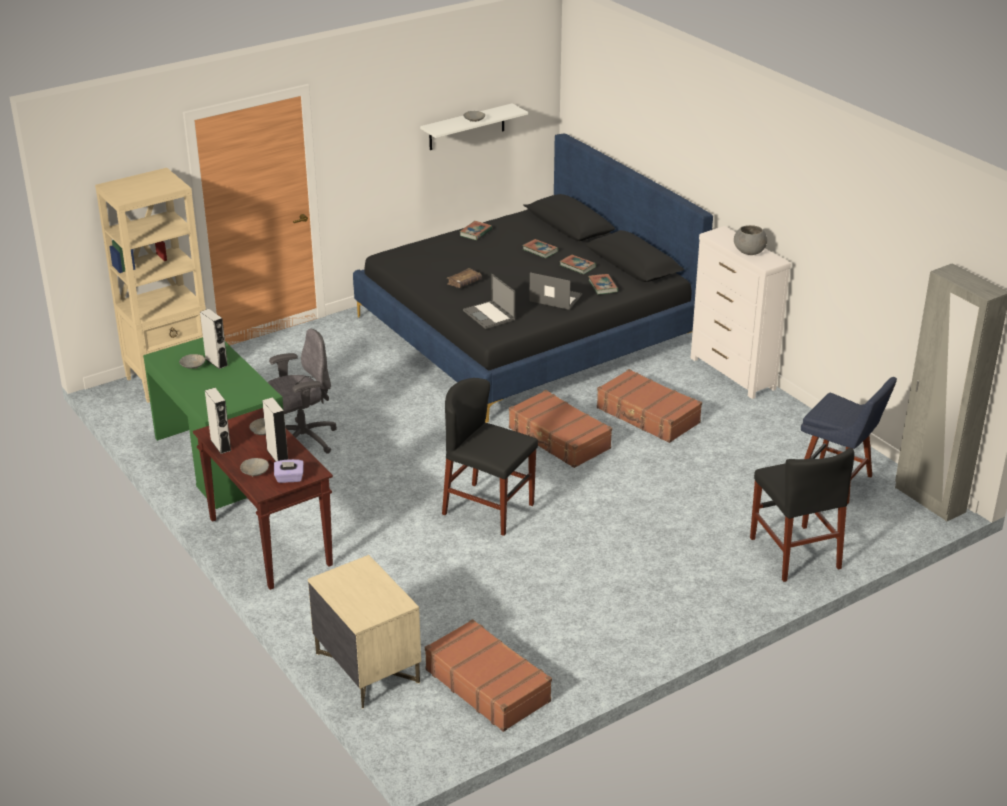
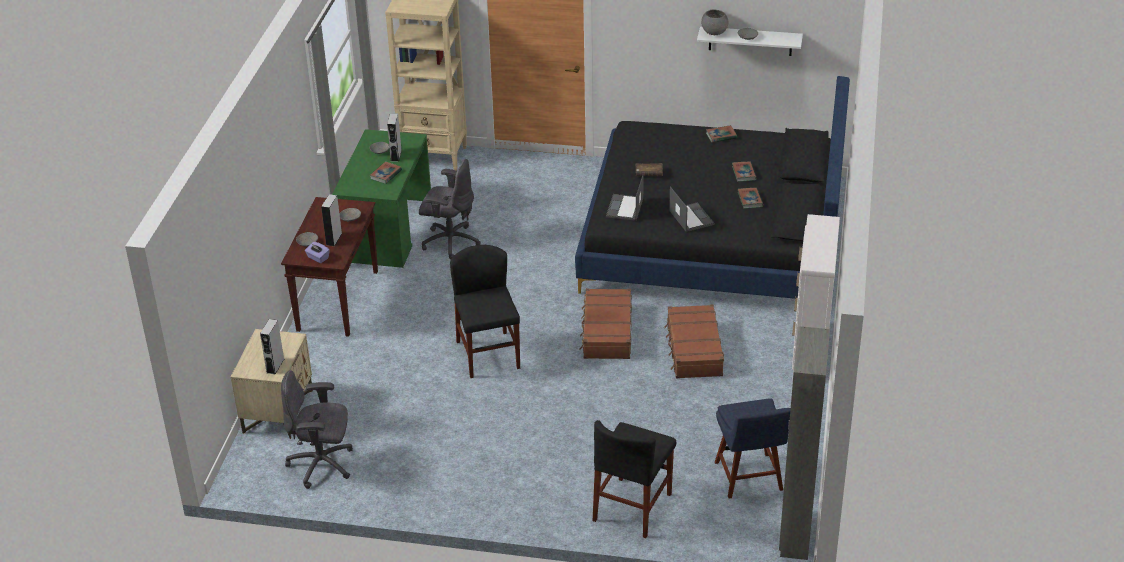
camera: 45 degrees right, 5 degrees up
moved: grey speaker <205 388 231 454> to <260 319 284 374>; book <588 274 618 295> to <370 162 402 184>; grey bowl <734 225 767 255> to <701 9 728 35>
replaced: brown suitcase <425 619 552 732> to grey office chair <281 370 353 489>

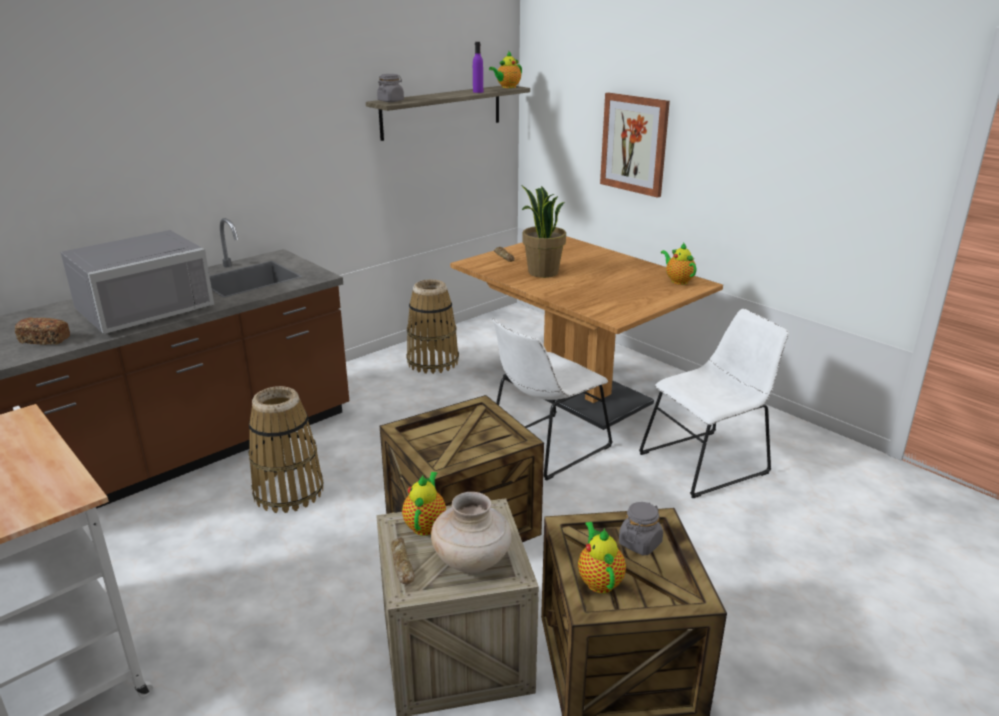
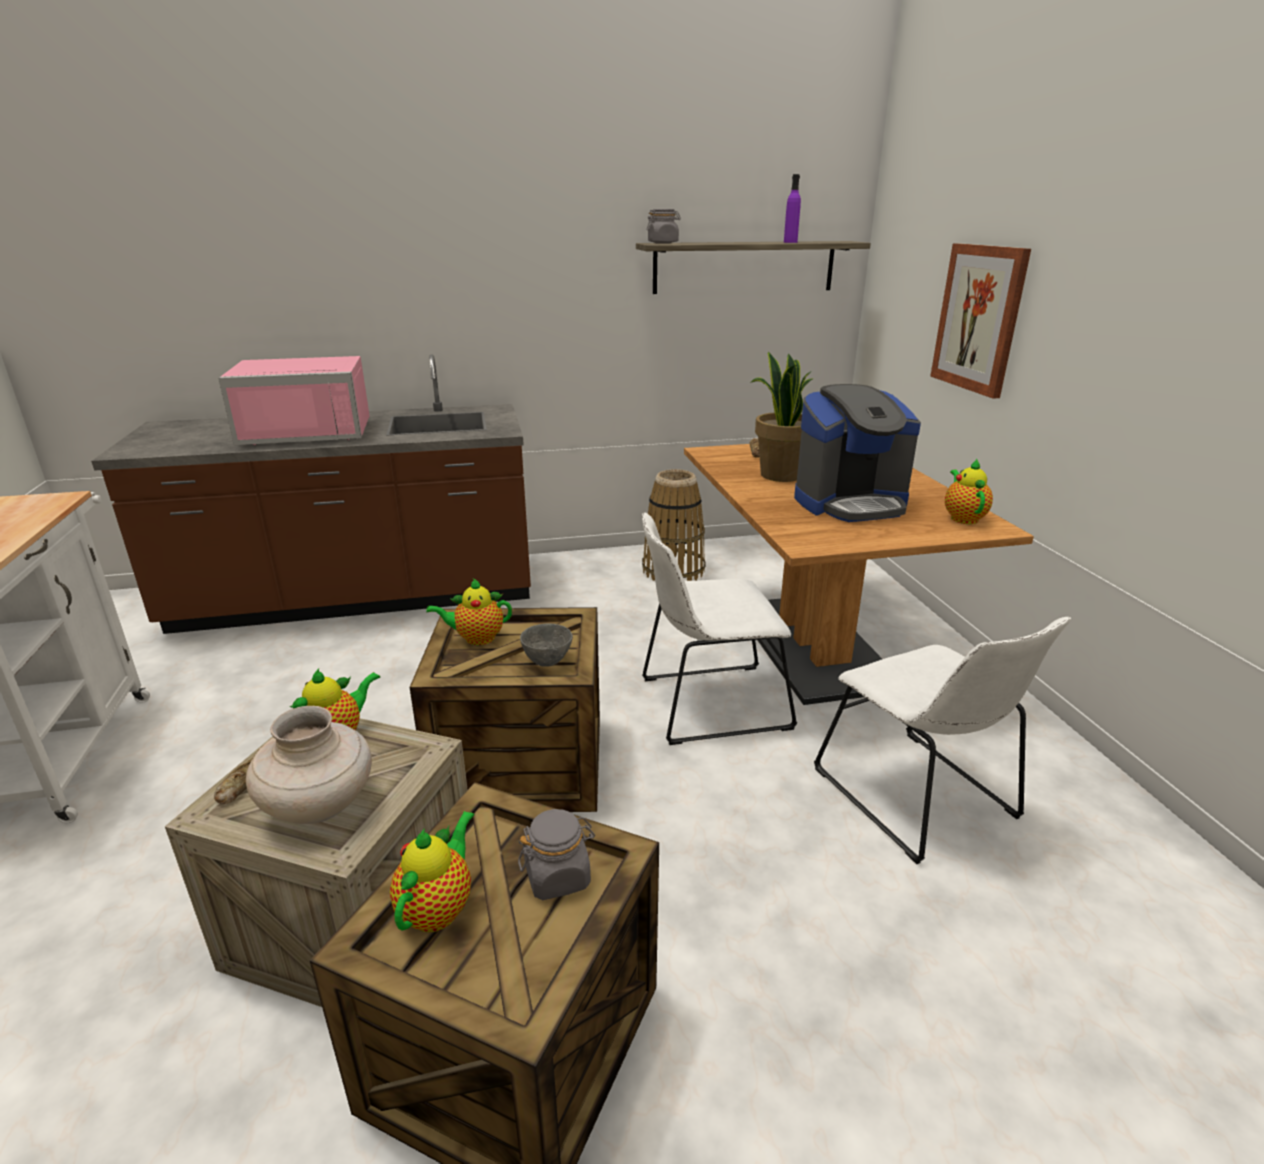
camera: 30 degrees right, 0 degrees up
removed: bread <15 318 70 345>; basket <248 386 324 513>
added: grey bowl <520 623 573 667>; coffee machine <794 384 921 522>
moved: teapot <489 51 522 88> to <426 578 512 645>
recoloured: grey microwave <60 230 214 334> to pink microwave <218 356 370 445>
turned: white chair <639 309 789 498> = <814 617 1071 864> 60 degrees clockwise

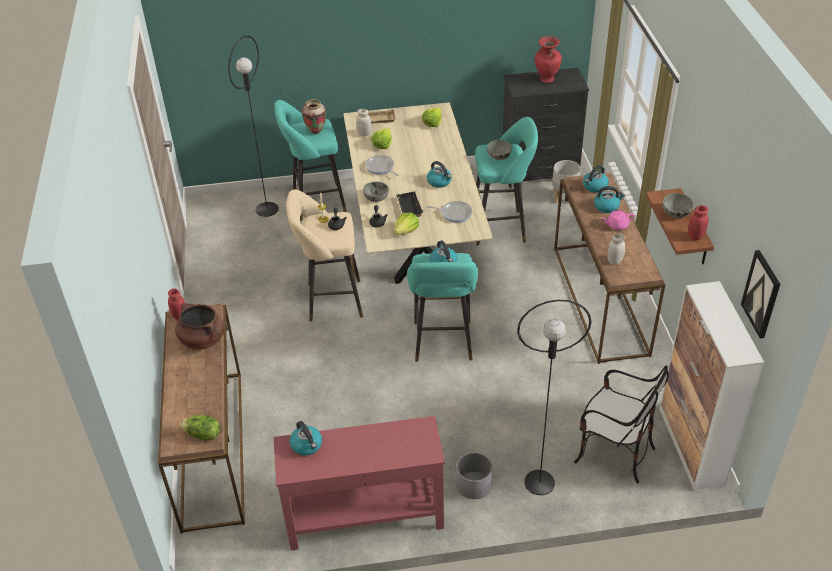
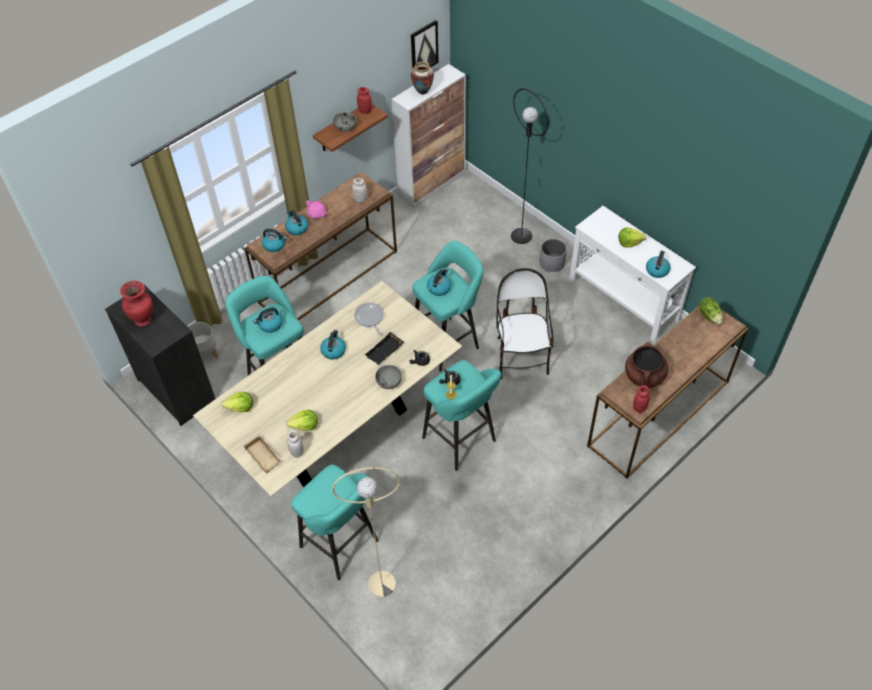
camera: 125 degrees left, 10 degrees up
removed: frying pan <365 155 399 176>
moved: vase <302 99 326 134> to <411 62 434 95>; lettuce <394 213 419 235> to <619 228 646 248>; chair <574 366 669 483> to <496 268 554 379>
replaced: grey bowl <487 140 512 160> to kettle <253 307 282 333>
recoloured: black floor lamp <228 35 279 217> to beige floor lamp <332 467 400 597>; red console table <273 416 445 550> to white console table <569 206 696 342>; beige stool <286 190 363 321> to turquoise stool <422 360 502 471>

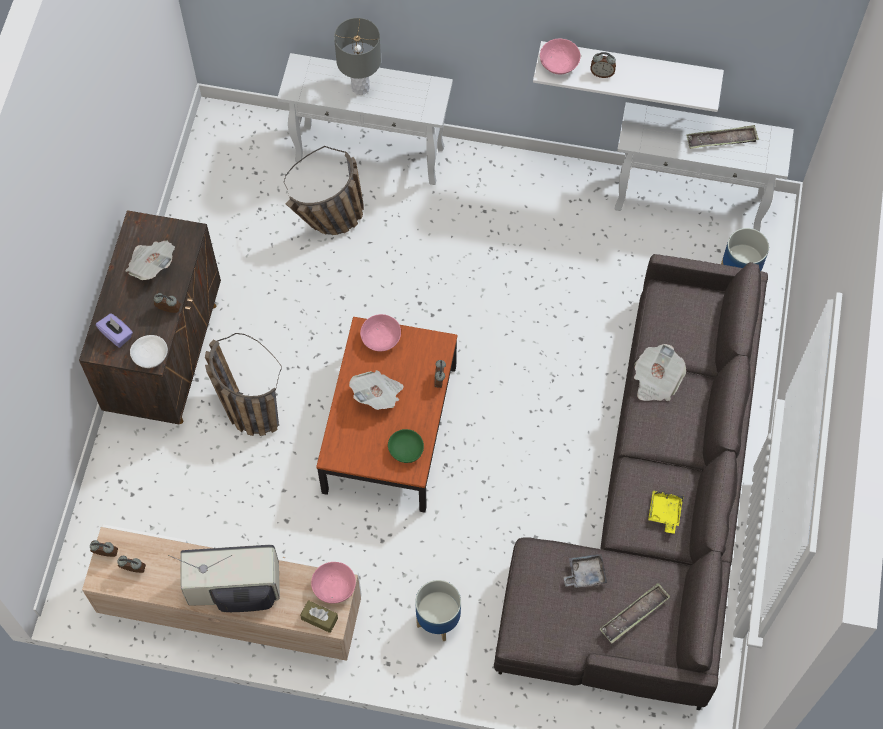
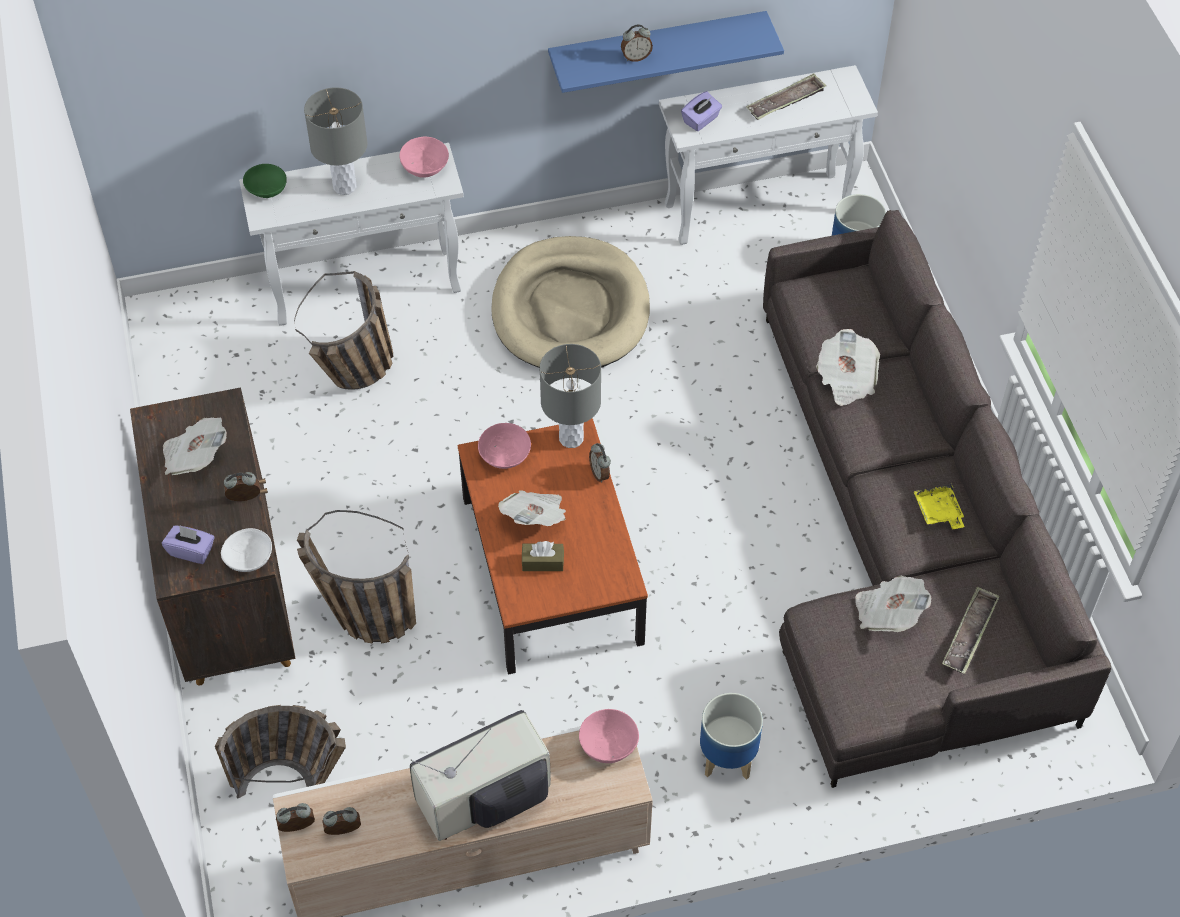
camera: 25 degrees left, 10 degrees down
added: basket <215 705 346 799>; beige dog bed <491 236 650 368>; grey table lamp <540 344 601 448>; purple tissue box <681 91 722 131>
moved: brown tissue box <300 600 338 633> to <522 541 564 571>; green bowl <388 429 424 463> to <243 164 287 198>; pink bowl <540 39 581 74> to <400 137 449 178>
replaced: grey tray <563 554 607 588> to newspaper <855 576 931 632>
recoloured: white shelf <533 41 724 112> to blue shelf <548 11 784 93>

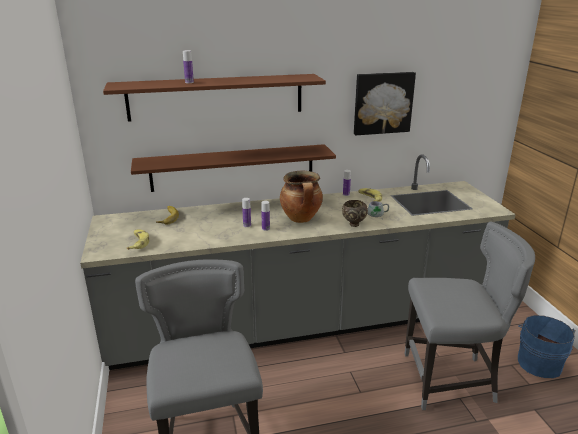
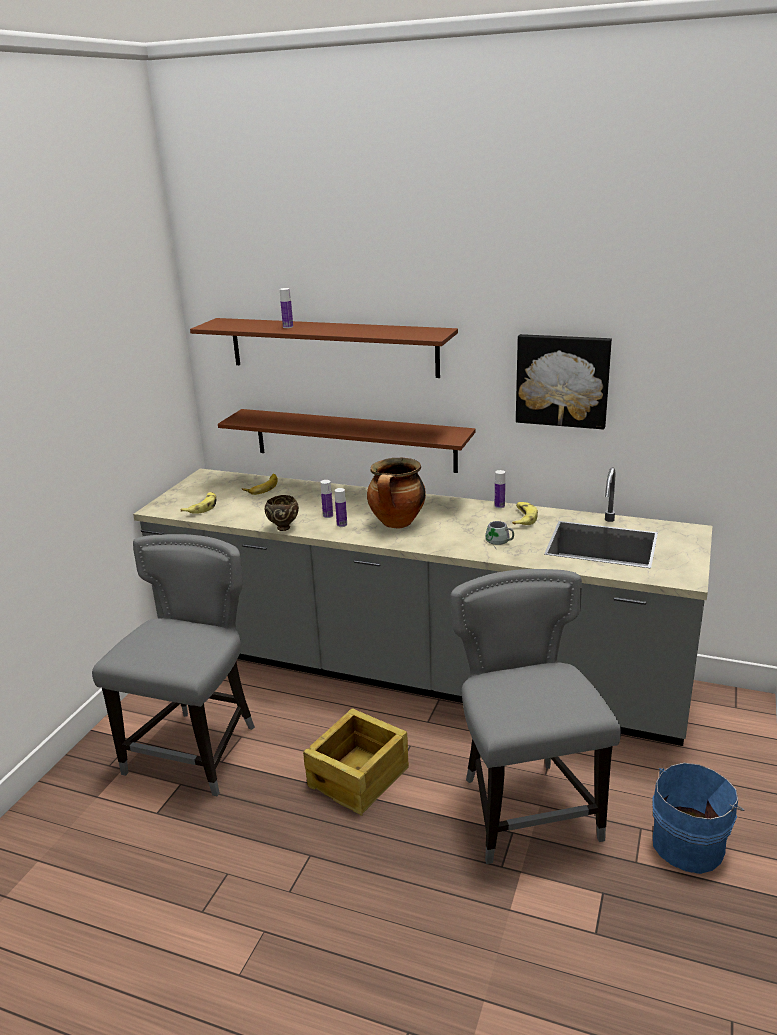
camera: 35 degrees right, 0 degrees up
added: crate <303 708 409 816>
moved: brown bowl <342 200 368 227> to <265 495 299 531>
turned: grey chair <405 221 535 410> = <451 569 621 864> 135 degrees counterclockwise

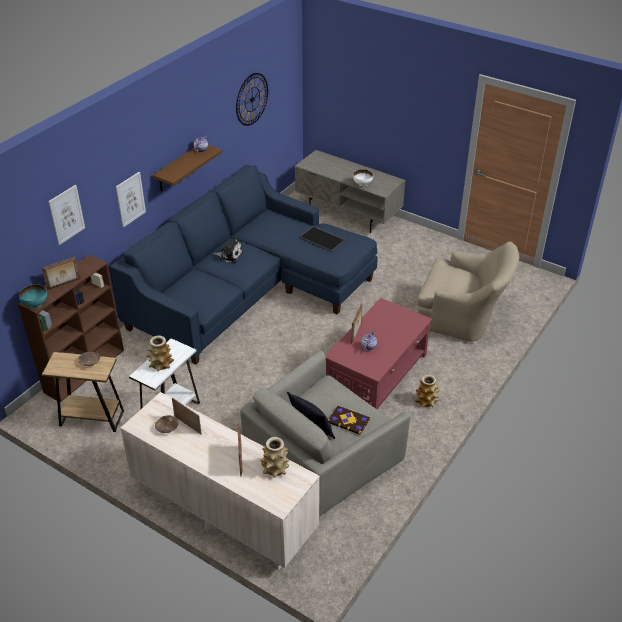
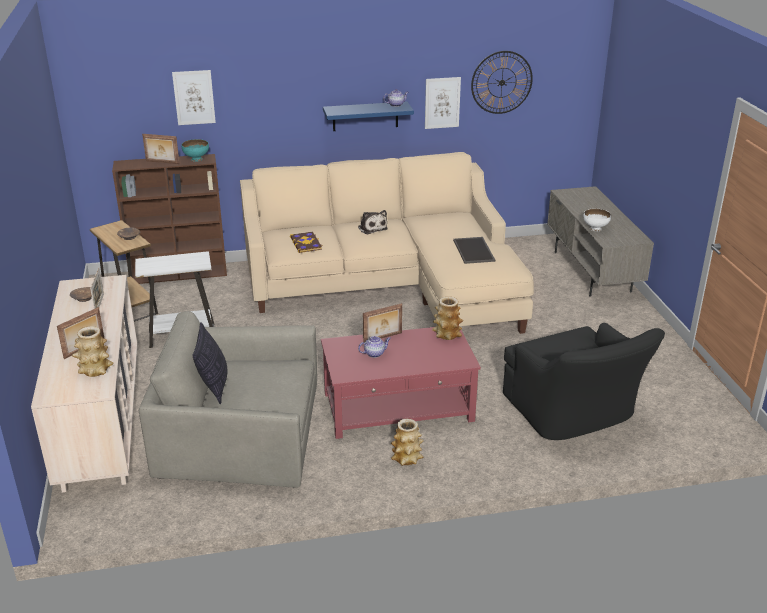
camera: 45 degrees right, 10 degrees down
moved: turquoise bowl <19 284 47 309> to <181 139 209 162>; picture <116 172 146 227> to <425 77 461 129>; vase <146 335 174 371> to <432 297 463 340>; book <328 405 370 435> to <290 232 323 253>
recoloured: blue sofa <109 165 378 364> to beige sofa <240 152 534 334>; brown shelf <152 145 222 191> to blue shelf <323 102 414 131>; beige armchair <417 242 519 342> to black armchair <503 323 665 440>

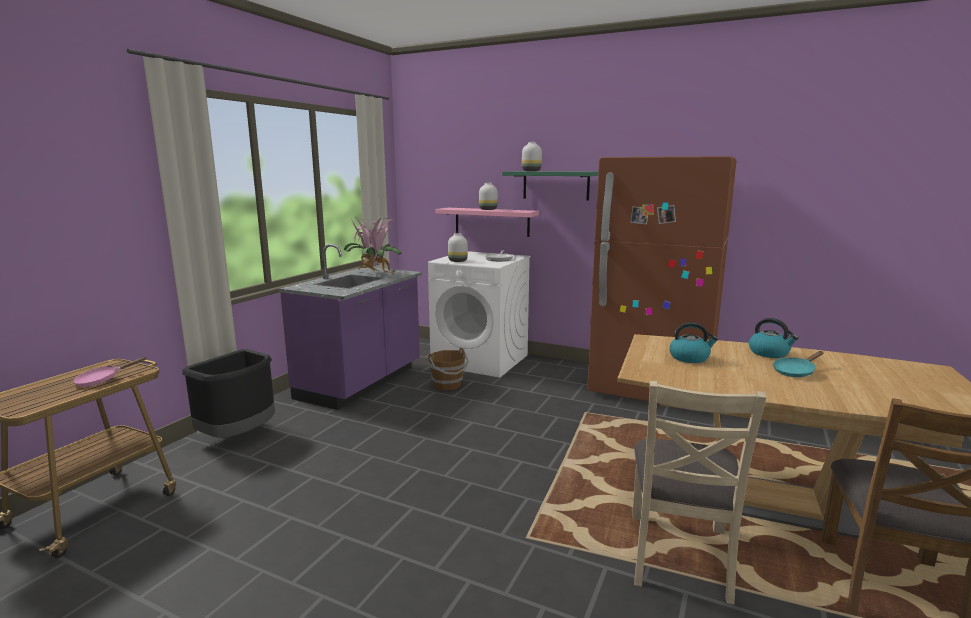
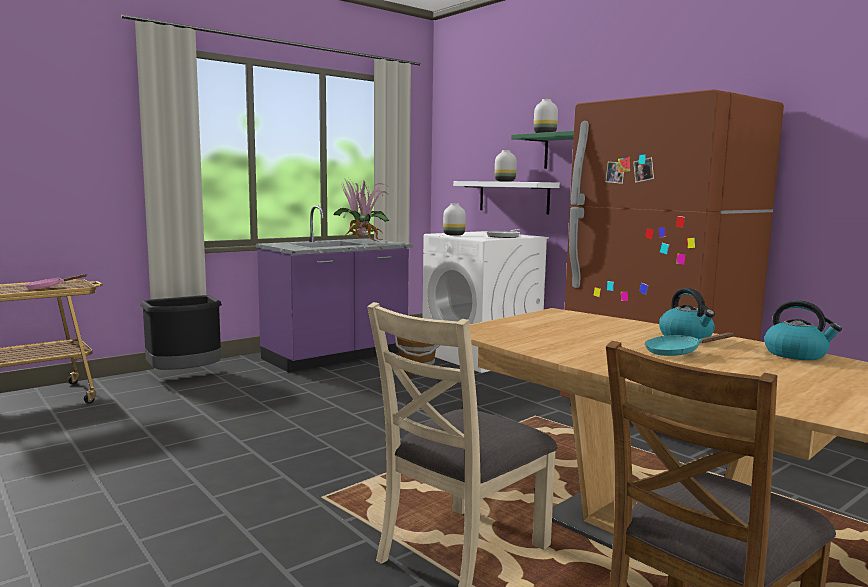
camera: 25 degrees right, 5 degrees down
moved: kettle <669 322 718 363> to <764 300 842 360>
recoloured: pink shelf <436 208 539 237> to white shelf <453 181 560 214>

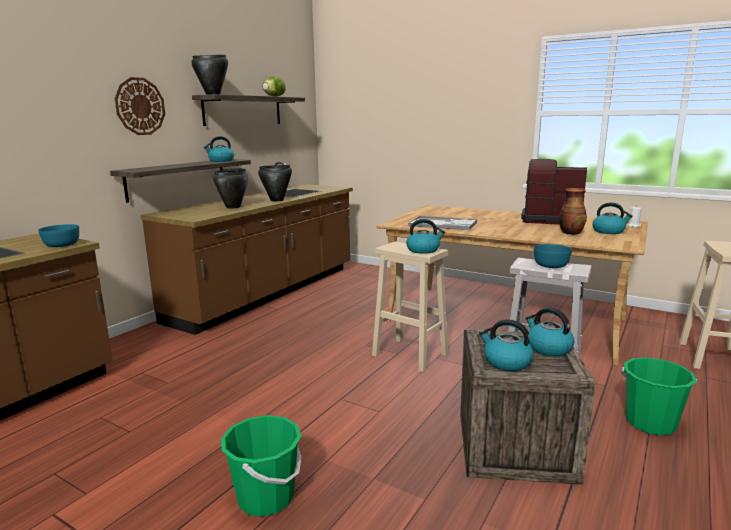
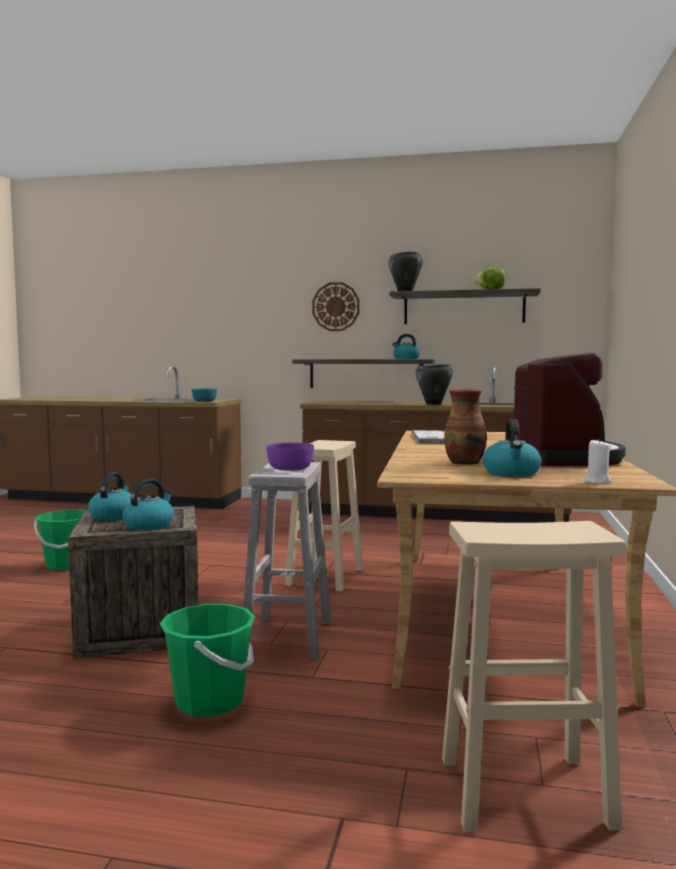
camera: 70 degrees right, 10 degrees down
removed: black cooking pot <213 168 248 208>; kettle <406 219 445 254>
recoloured: turquoise bowl <534 244 572 268> to purple bowl <266 443 314 471>

